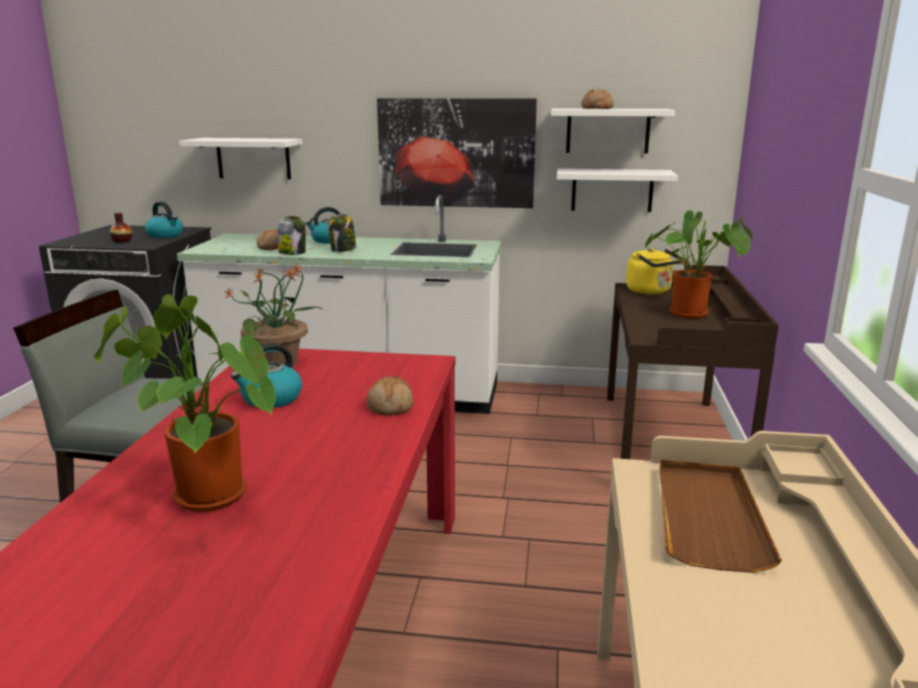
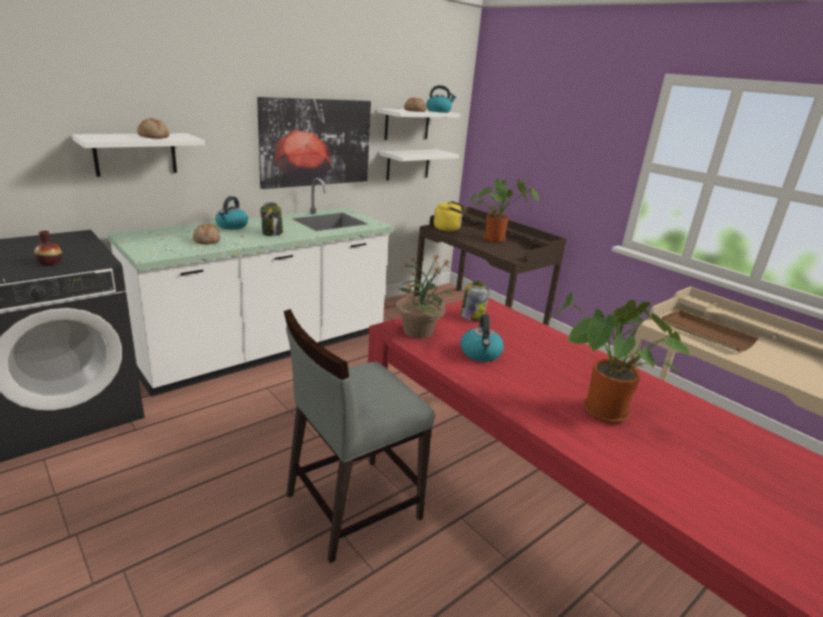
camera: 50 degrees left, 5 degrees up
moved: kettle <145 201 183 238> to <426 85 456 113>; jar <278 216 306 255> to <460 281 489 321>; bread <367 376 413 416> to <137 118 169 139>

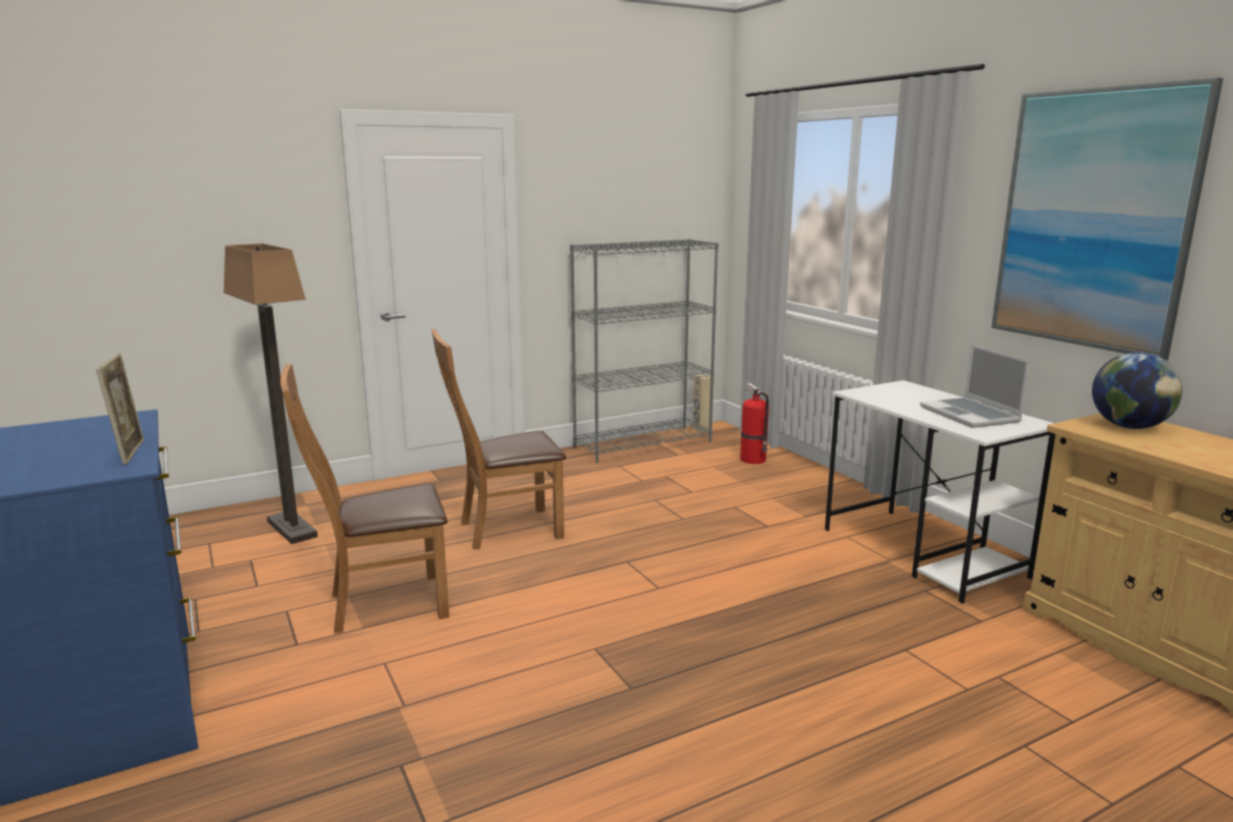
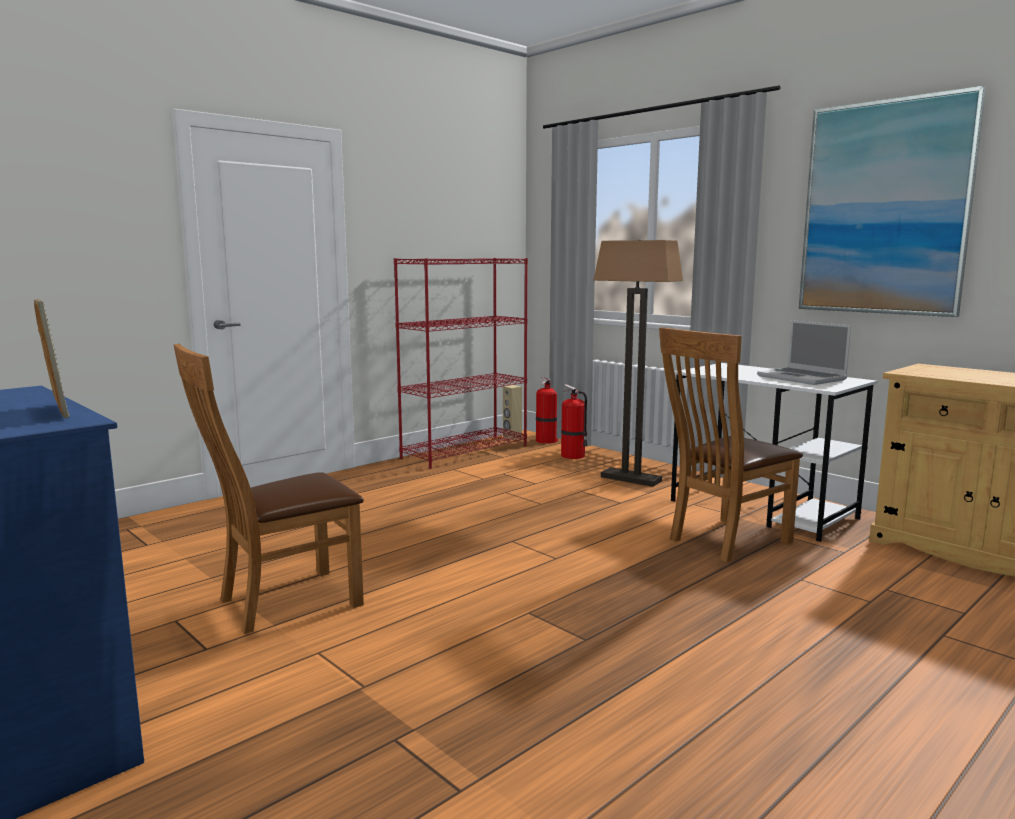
camera: 15 degrees left, 5 degrees down
removed: globe <1092 352 1183 429>
added: fire extinguisher <536 377 558 444>
moved: floor lamp <224 243 318 544> to <593 240 683 487>; brown chair <432 329 566 550> to <659 327 803 562>
recoloured: grey bookcase <570 239 719 463> to red bookcase <394 258 528 469>

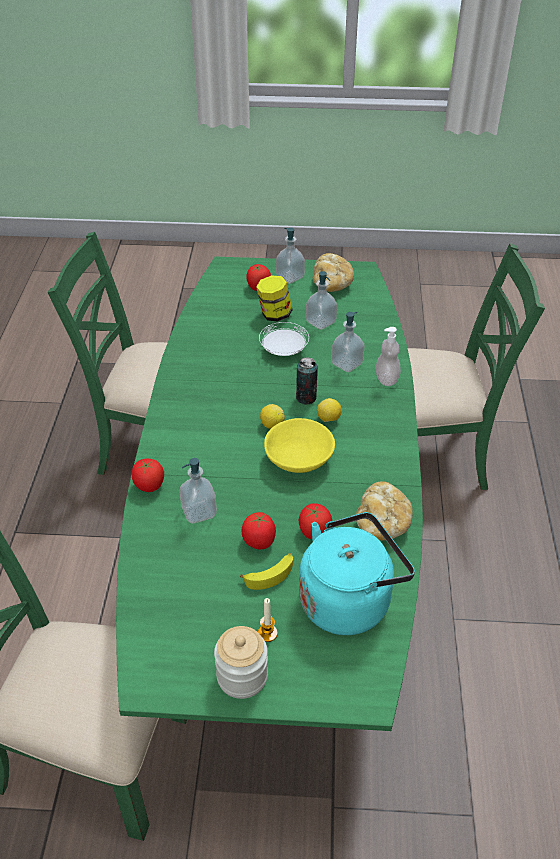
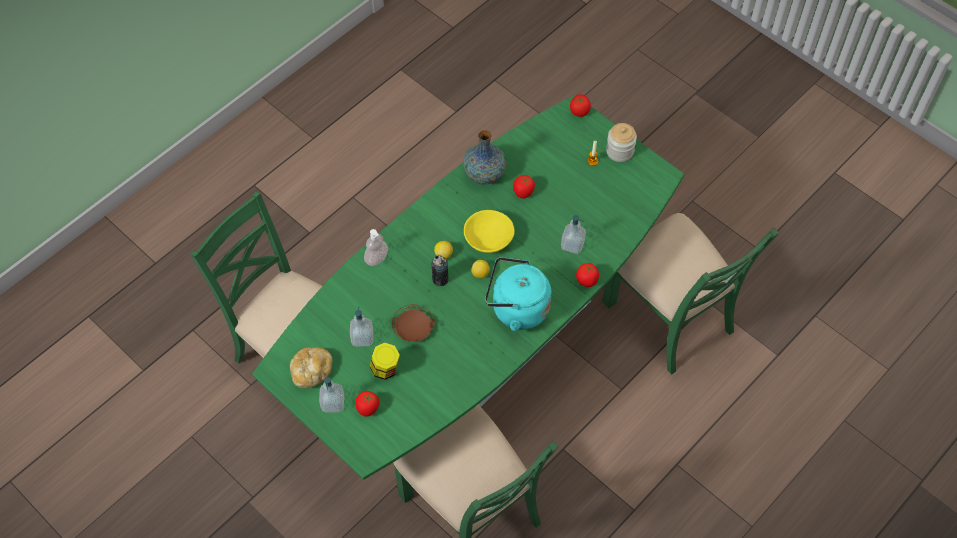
camera: 140 degrees left, 15 degrees up
removed: banana <240 553 293 590>; soap dispenser <331 312 365 372>
moved: tomato <242 512 276 549> to <570 94 591 117>; turquoise kettle <299 512 415 635> to <485 257 552 331>
replaced: bread <356 481 413 540> to vase <463 130 507 185>
recoloured: white plate <259 322 309 356> to brown plate <392 304 435 342>

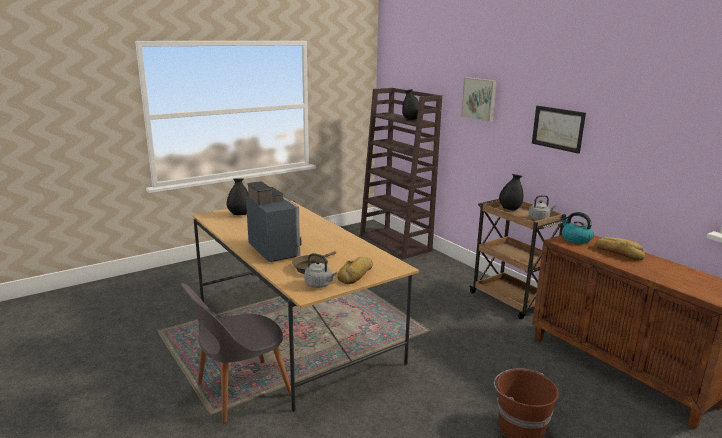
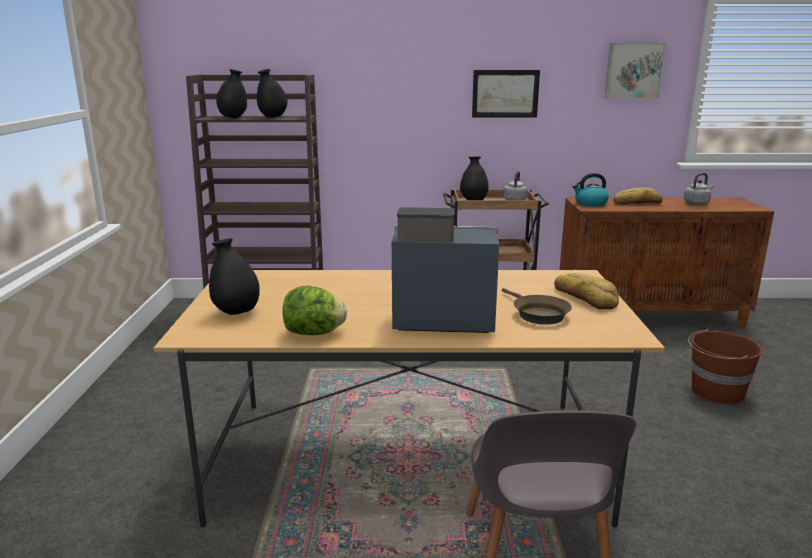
camera: 55 degrees left, 0 degrees up
added: black vase <216 69 247 118>; lettuce <283 285 347 335>
moved: grey kettle <305 253 337 288> to <684 173 714 205>; picture <461 77 497 122> to <605 43 666 99>

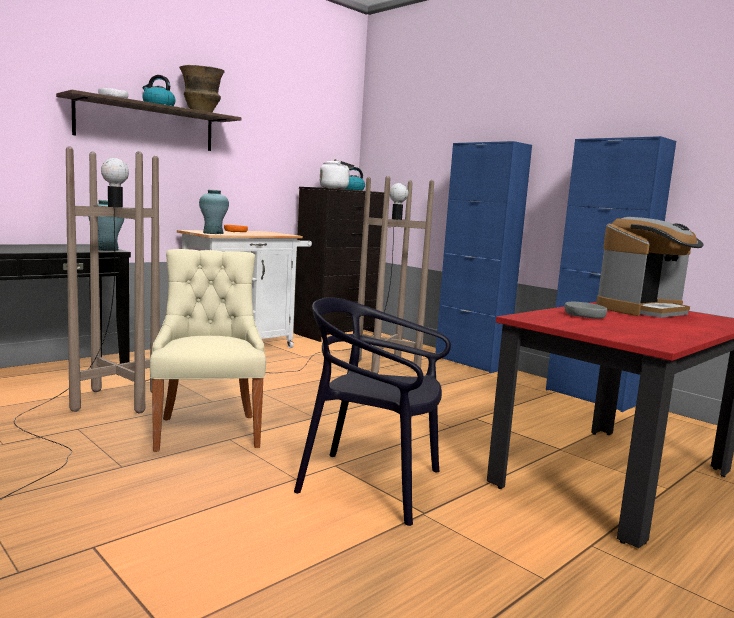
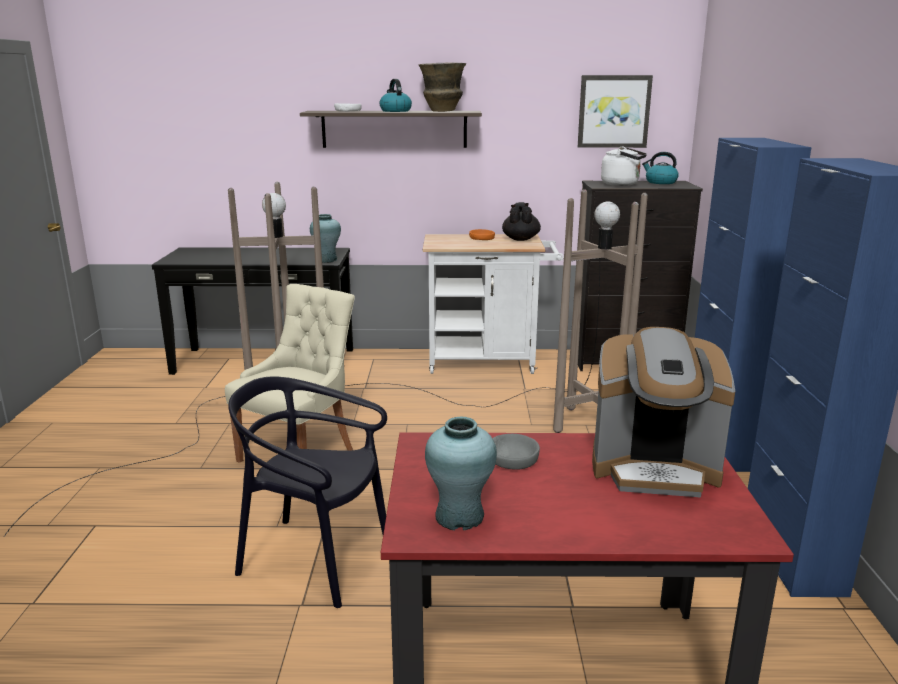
camera: 45 degrees right, 10 degrees up
added: black teapot <502 202 541 241>; picture <578 75 653 148>
moved: turquoise vase <199 190 229 234> to <425 417 497 530>
turned: black chair <294 297 451 526> = <228 376 387 608> 45 degrees counterclockwise

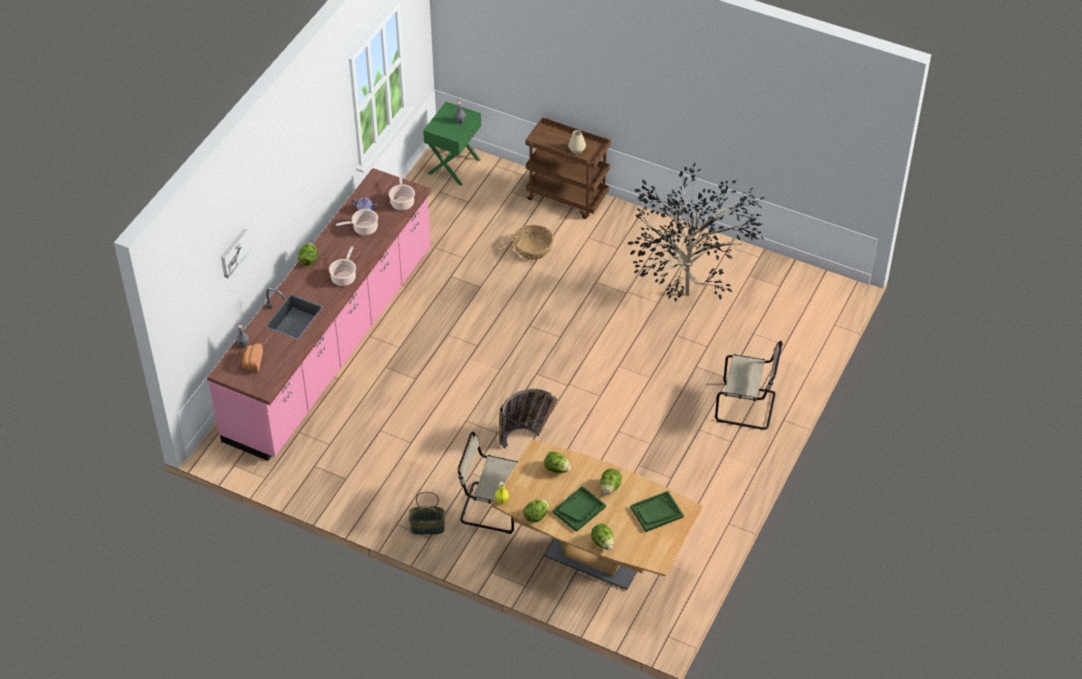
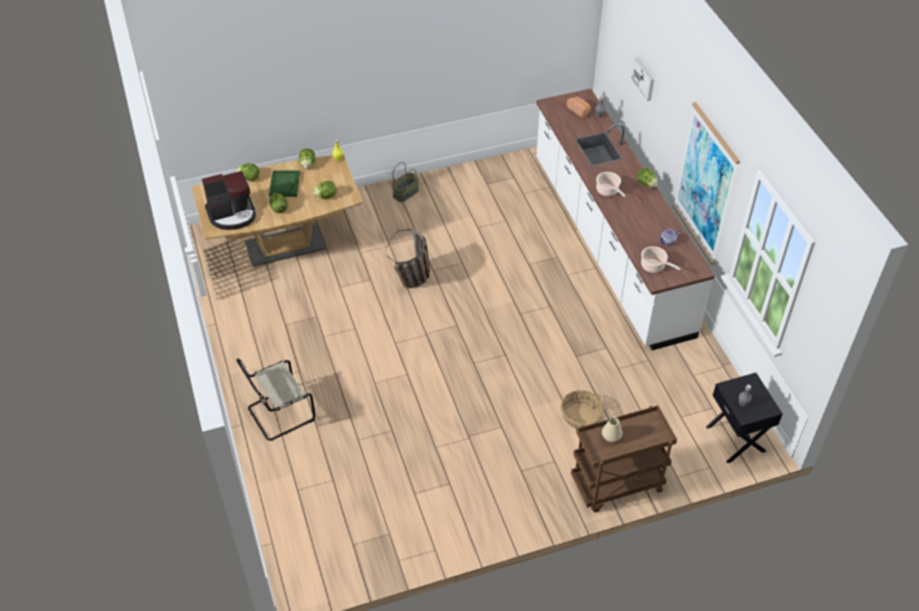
camera: 135 degrees right, 0 degrees up
removed: cooking pot <336 209 378 235>; beige chair <458 432 518 534>; potted plant <627 162 765 302>
added: picture <672 102 740 265>
replaced: green tray <630 491 684 532> to coffee machine <202 171 256 230>
recoloured: pink counter <207 168 431 461> to white counter <536 89 715 350>; green nightstand <423 102 481 186> to black nightstand <706 373 783 463>

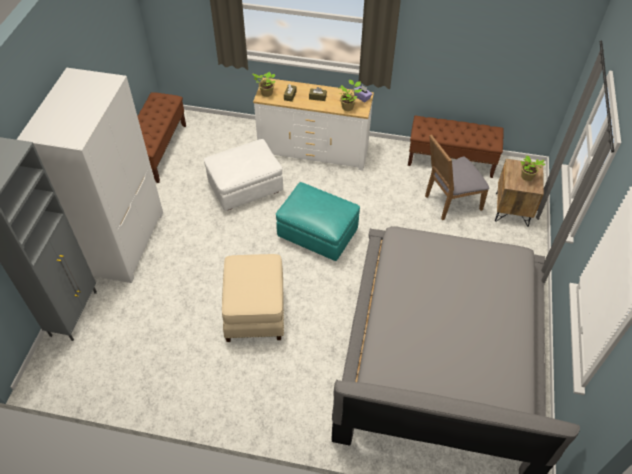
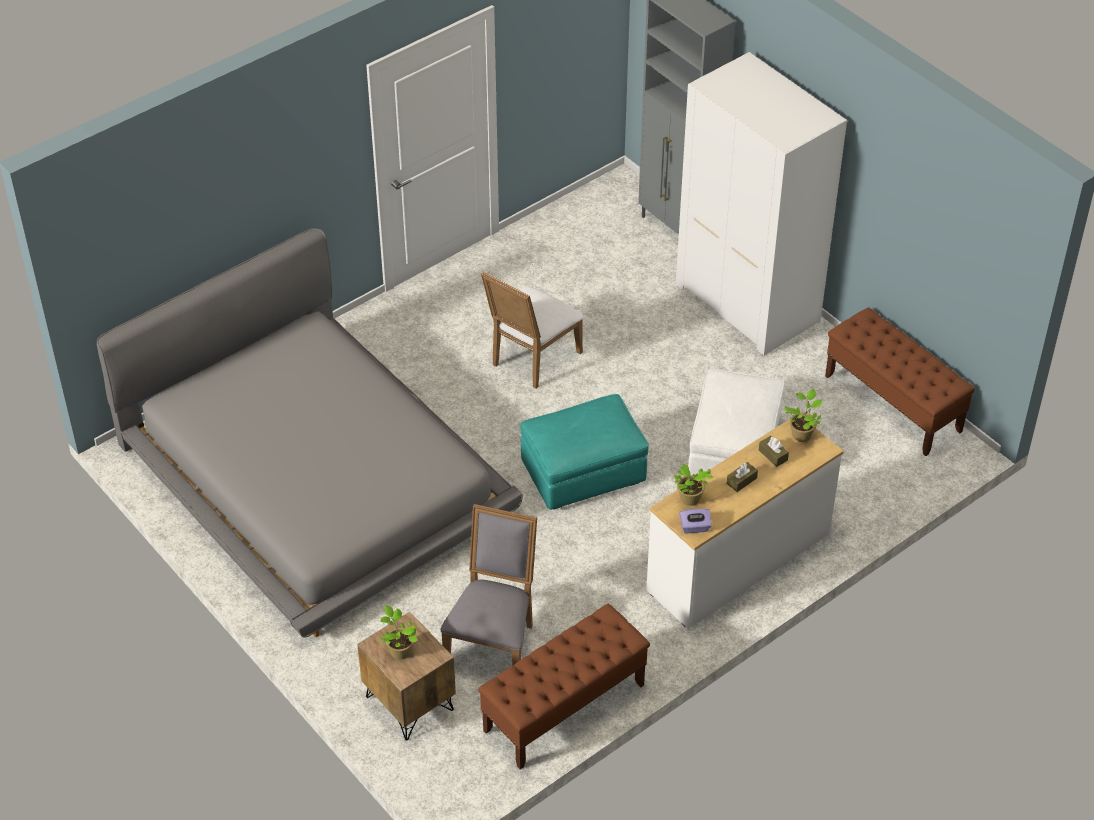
camera: 130 degrees right, 5 degrees down
replaced: beige ottoman <222 254 284 342> to white chair <481 272 583 388>

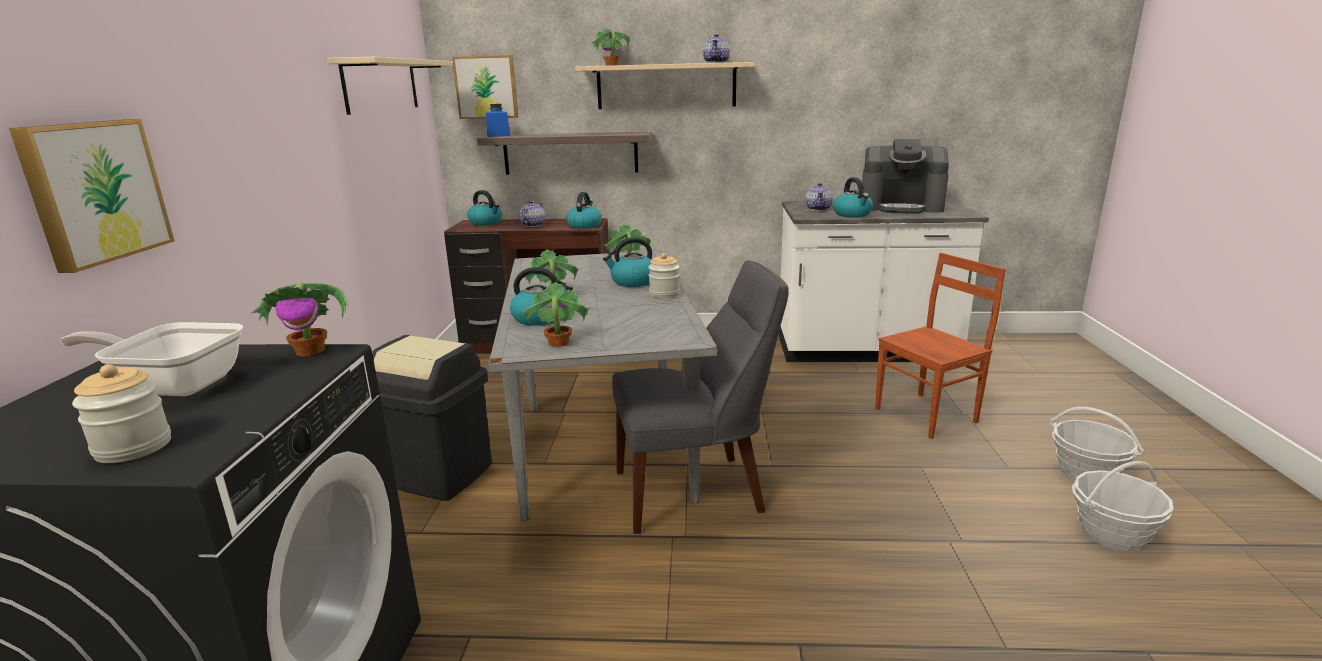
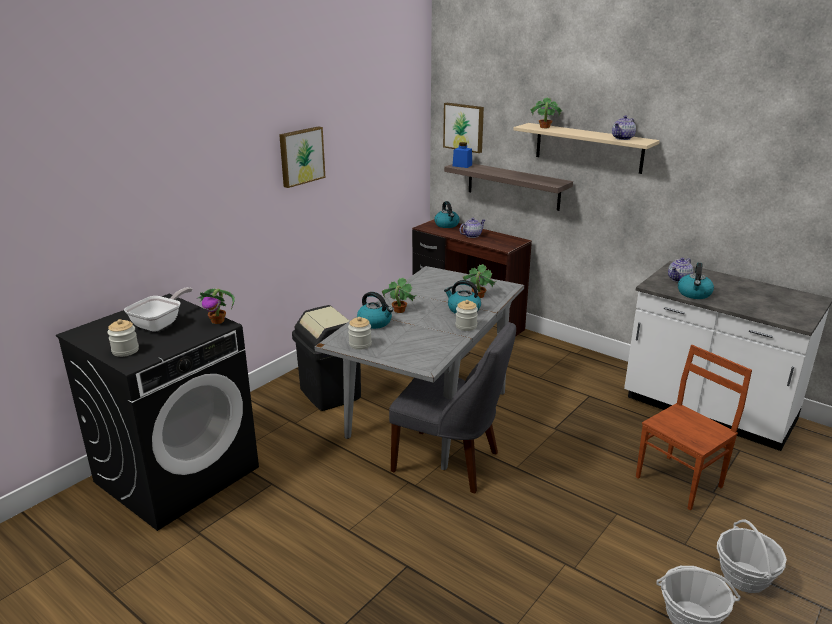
camera: 35 degrees right, 5 degrees up
removed: beige shelf <327 57 454 115>; kettle <566 192 602 229>; coffee machine <862 139 949 213>
moved: picture <9 119 174 273> to <279 126 325 188>
replaced: potted plant <522 282 590 347> to jar <348 317 372 350>
turned: frying pan <60 322 243 396> = <124 287 192 332> 75 degrees clockwise; brown chair <875 253 1006 439> = <636 345 752 510> 45 degrees counterclockwise

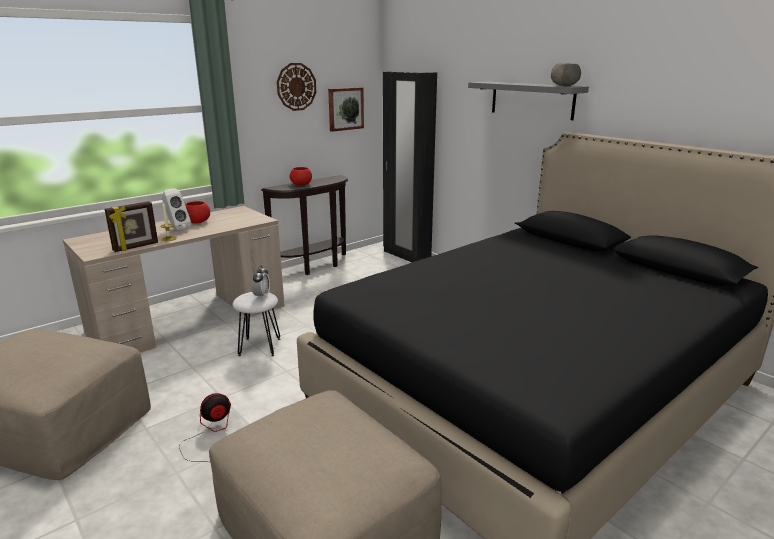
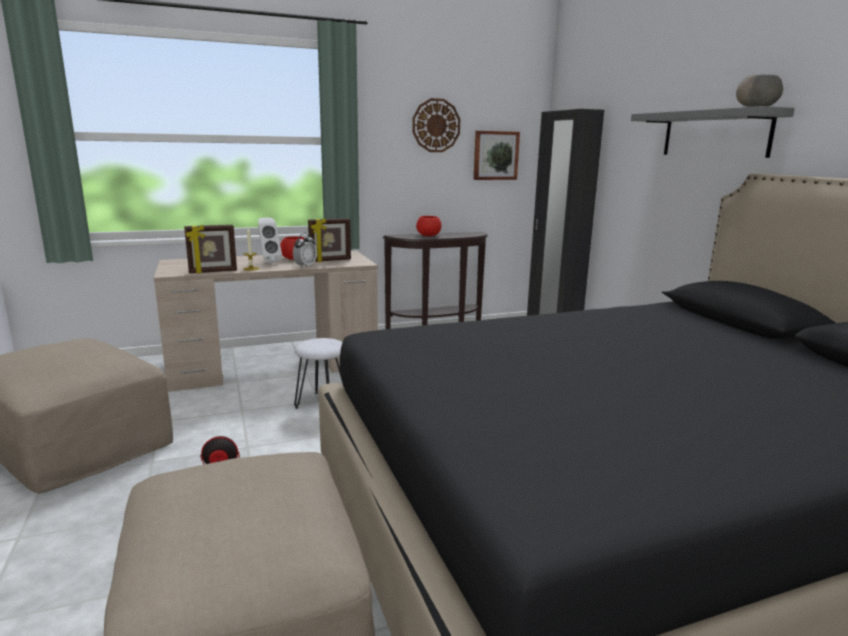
camera: 20 degrees right, 5 degrees down
added: picture frame <308 218 351 262>
moved: alarm clock <251 266 270 299> to <293 233 317 267>

